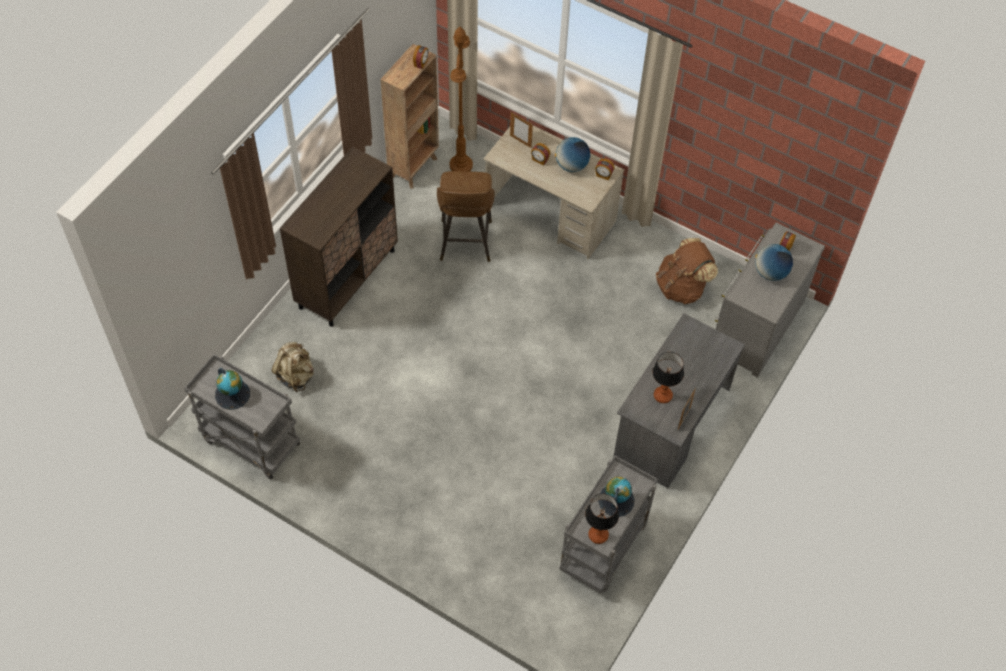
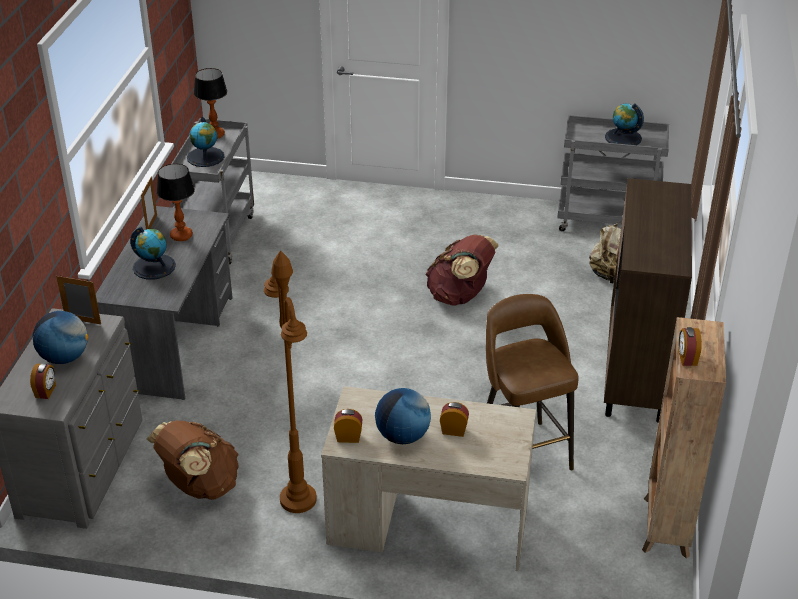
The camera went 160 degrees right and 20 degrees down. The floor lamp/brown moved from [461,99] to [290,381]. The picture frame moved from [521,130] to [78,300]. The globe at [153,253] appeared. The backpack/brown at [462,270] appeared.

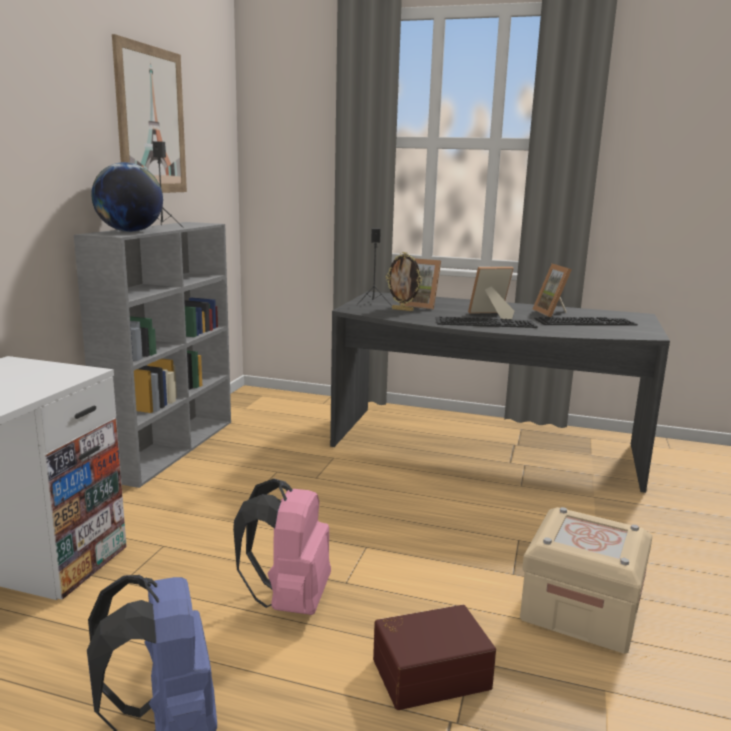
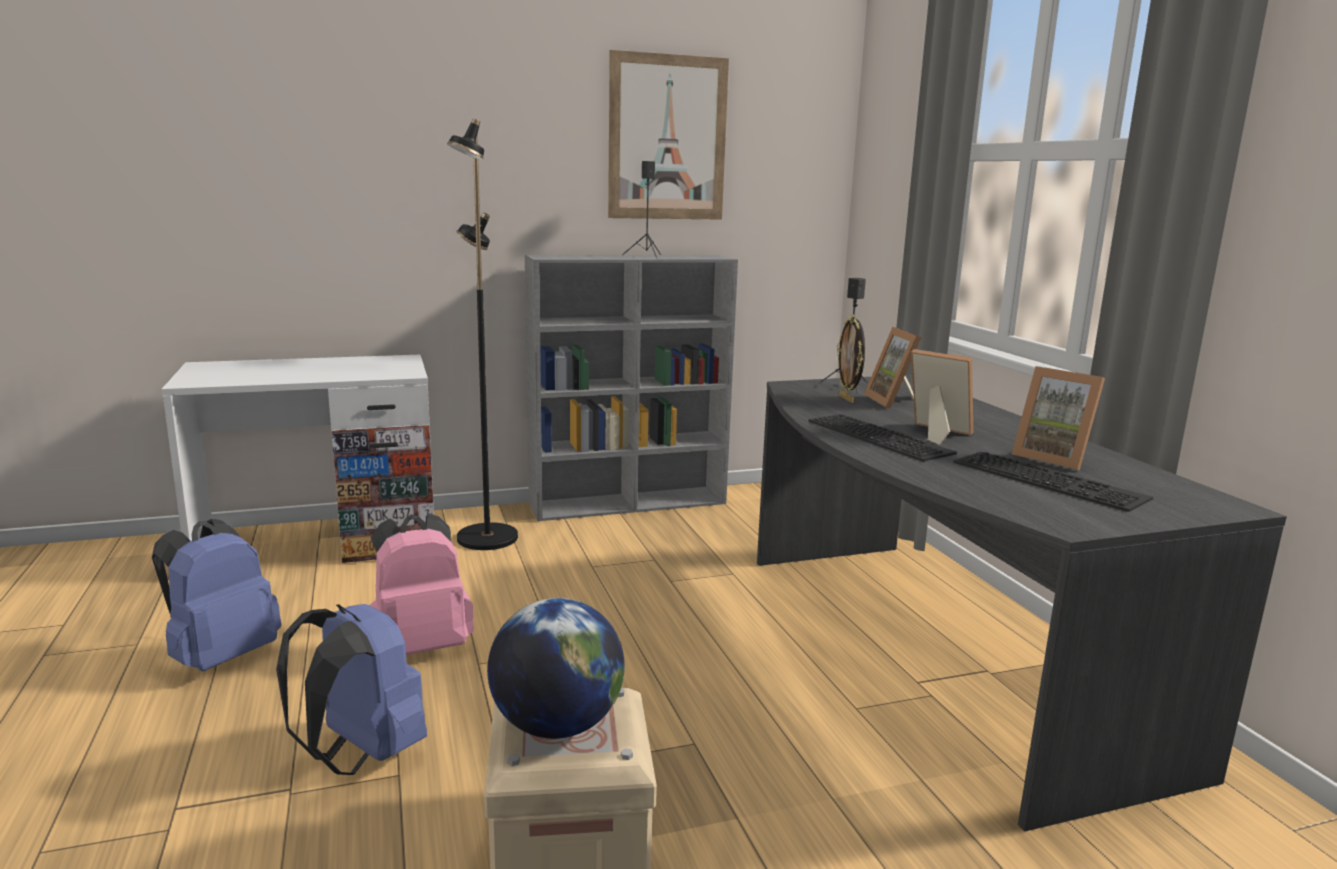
The camera went 55 degrees right and 0 degrees up. The globe moved from [127,197] to [556,668]. The picture frame at [552,290] turned 90 degrees counterclockwise. The storage box/brown at [434,657] was replaced by the backpack/blue at [351,689]. The floor lamp/black at [482,334] appeared.

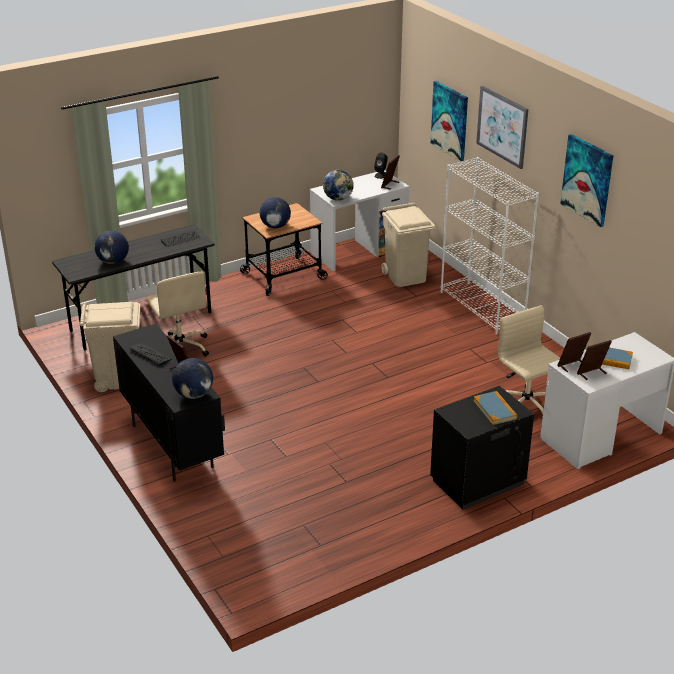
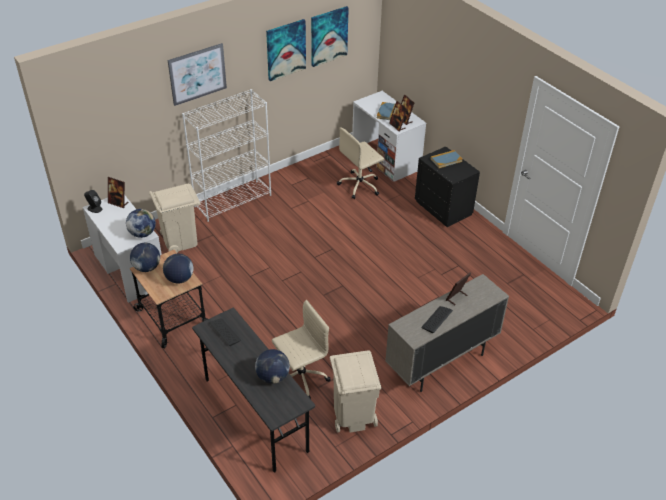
The camera went 95 degrees left and 10 degrees up. The picture moved from [449,121] to [330,36]. The cabinet/black at [169,403] became the cabinet/beige at [447,333]. The globe moved from [192,378] to [145,257].

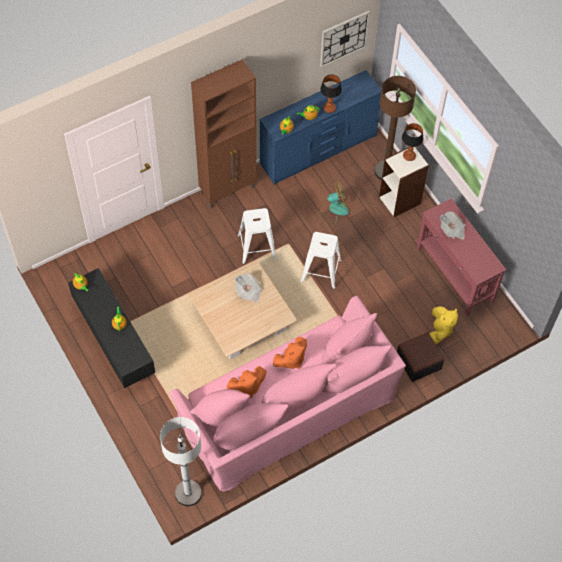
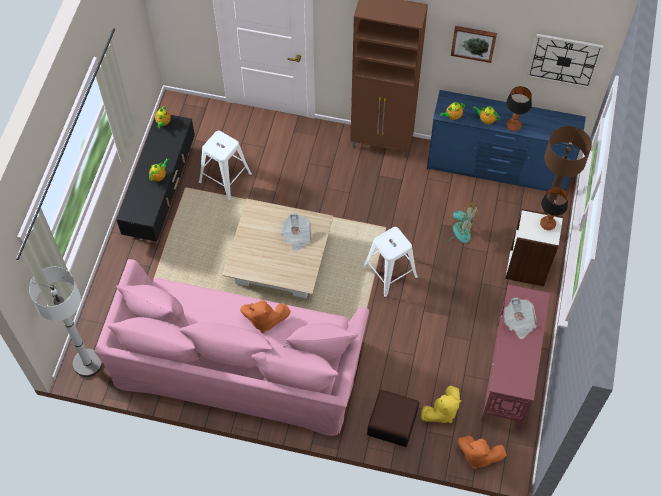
The camera went 45 degrees right and 0 degrees up. The stool/white moved from [257,236] to [225,165]. The plush toy/orange moved from [246,382] to [482,452]. The picture at [474,44] appeared.

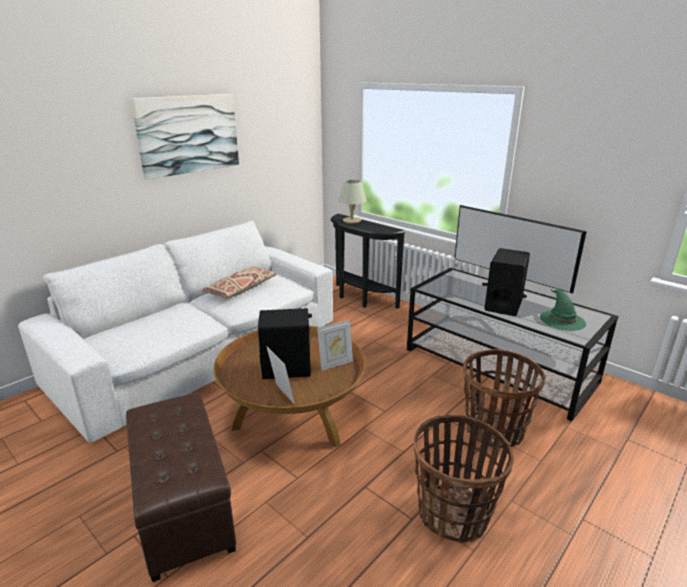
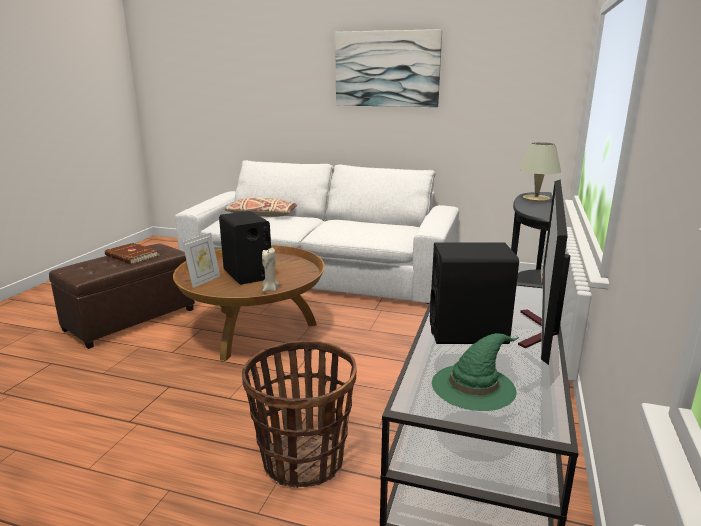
The camera went 65 degrees right and 5 degrees down. The pillow/beige moved from [239,282] to [261,207]. The picture frame at [335,345] was replaced by the candle/beige at [270,270]. The basket at [464,479] disappeared. The book/brown at [131,253] appeared.

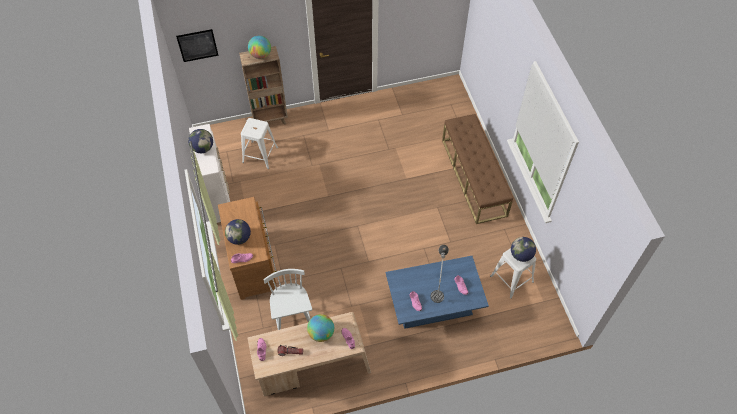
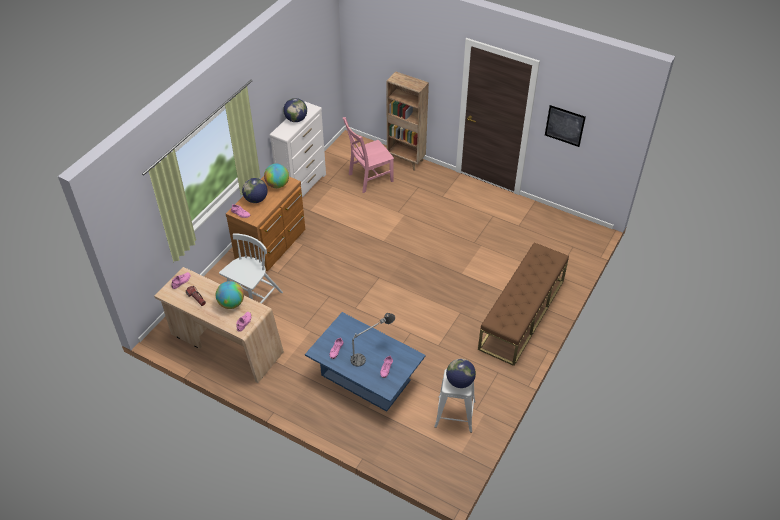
The camera went 45 degrees right and 10 degrees down. The picture moved from [197,45] to [565,126]. The globe moved from [259,47] to [276,175]. The stool/white at [259,143] was replaced by the chair/pink at [368,155].

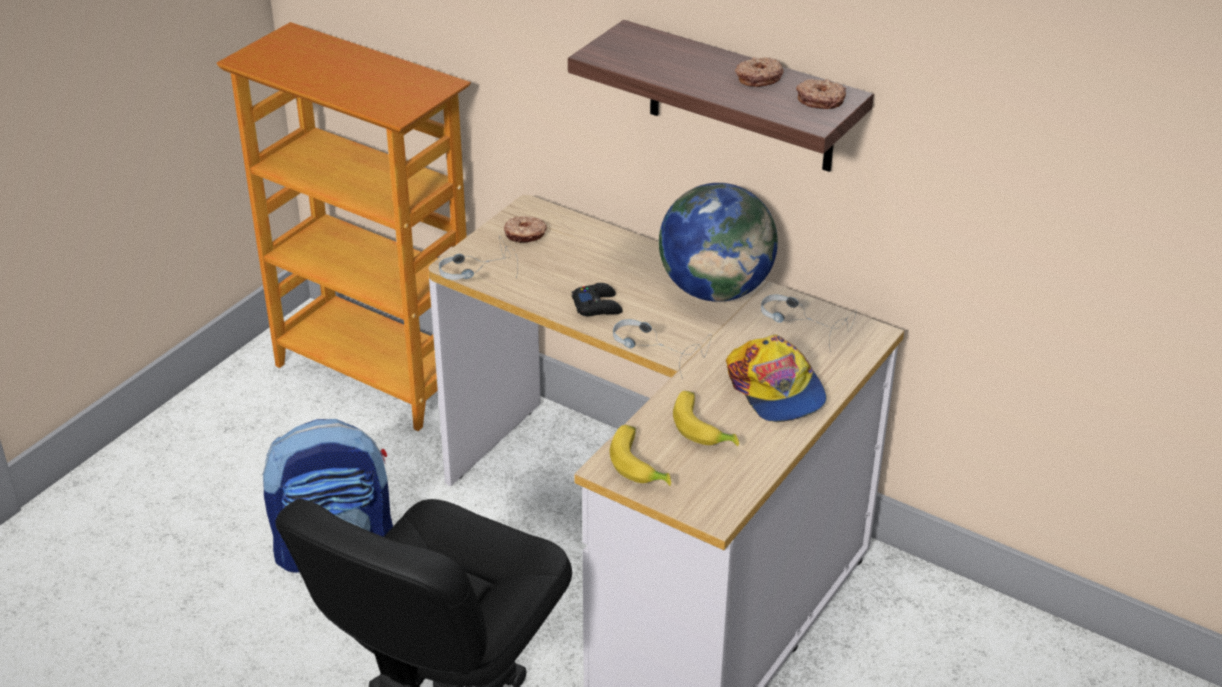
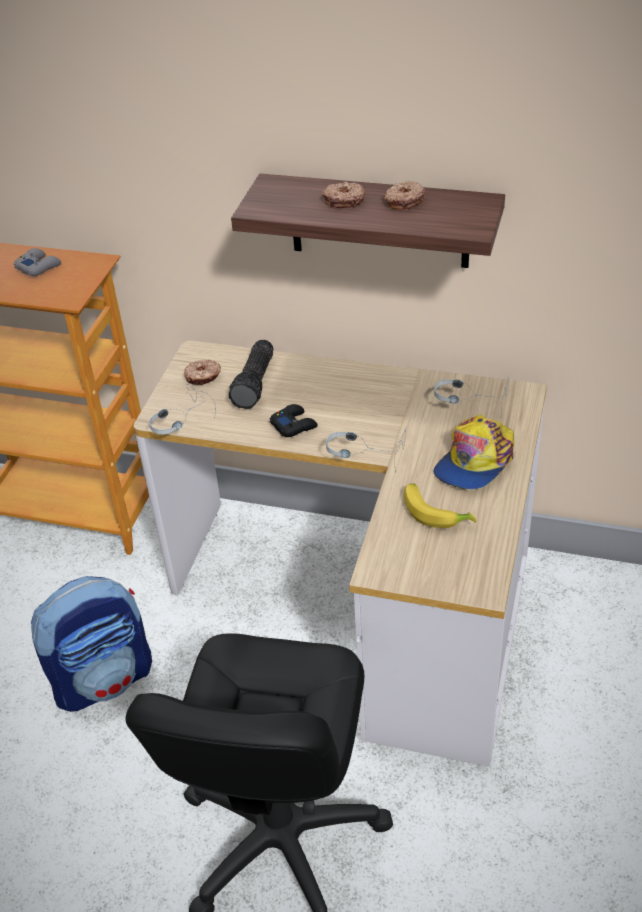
The camera went 15 degrees left and 5 degrees up. The donut moved from [821,94] to [343,194]. The globe at [718,242] disappeared. The cap at [776,378] turned 75 degrees clockwise. The banana at [640,455] disappeared. The game controller/grey at [37,262] appeared. The flashlight at [250,374] appeared.

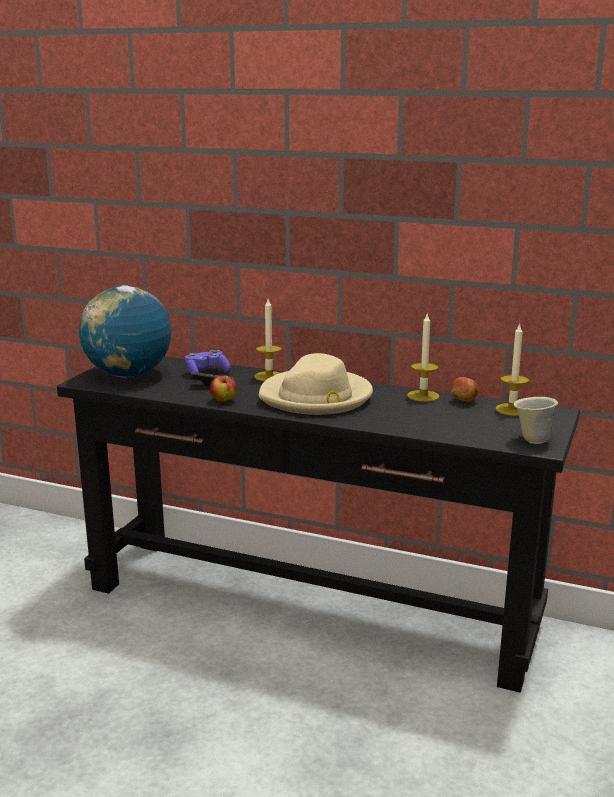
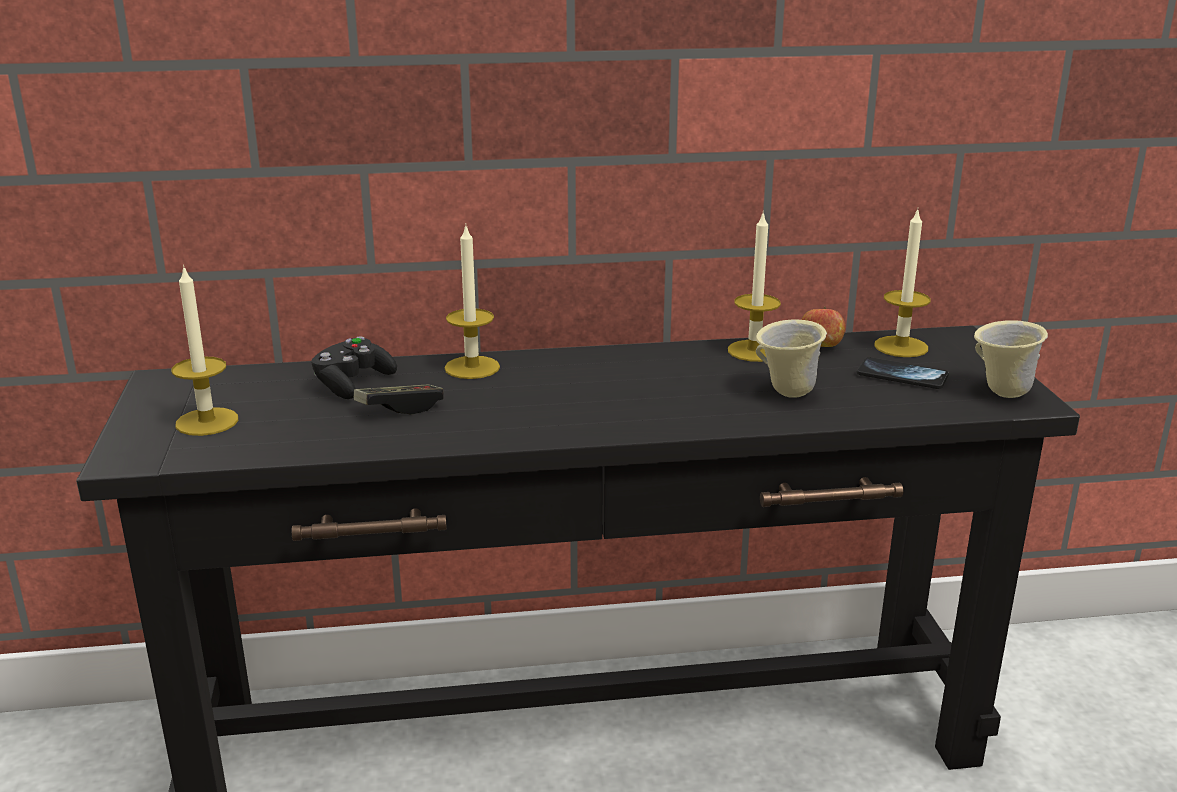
The camera went 30 degrees left and 5 degrees up. The globe at [125,331] was replaced by the candle at [205,350]. The game controller/purple at [208,362] became the game controller/black at [354,368]. The hat/beige at [316,384] disappeared. The apple at [223,389] disappeared. The mug/beige at [791,358] appeared. The phone at [903,373] appeared.

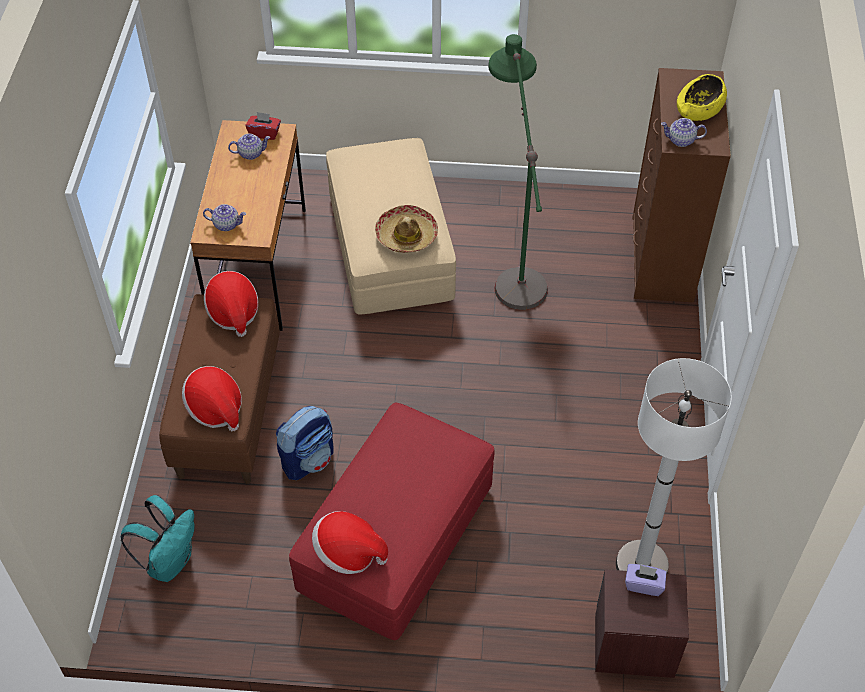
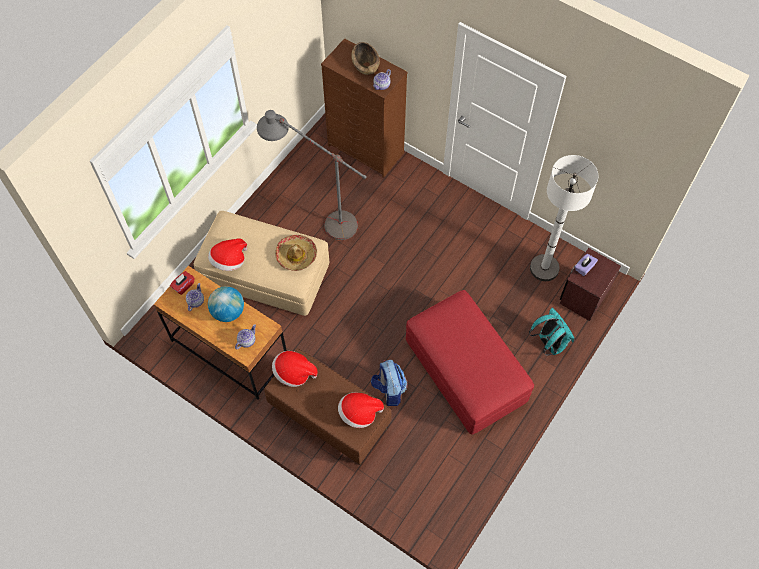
The camera went 60 degrees left and 10 degrees up. The floor lamp/green at [518,172] became the floor lamp/grey at [312,175]. The bowl/yellow at [702,97] became the bowl/brown at [366,58]. The backpack/turquoise moved from [157,538] to [552,331]. The hat moved from [350,542] to [227,254]. The globe at [226,304] appeared.

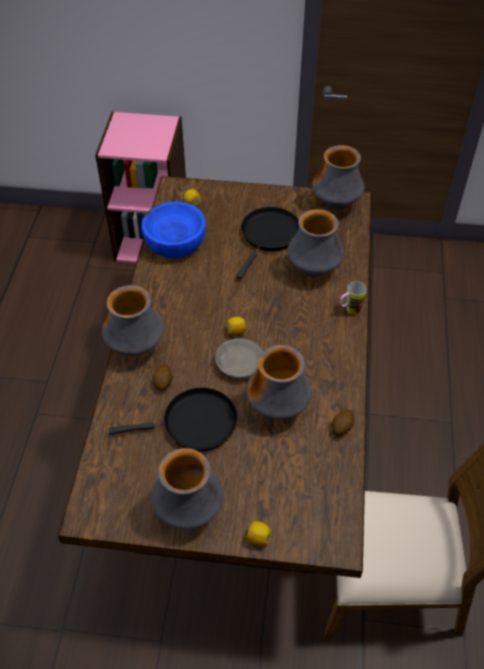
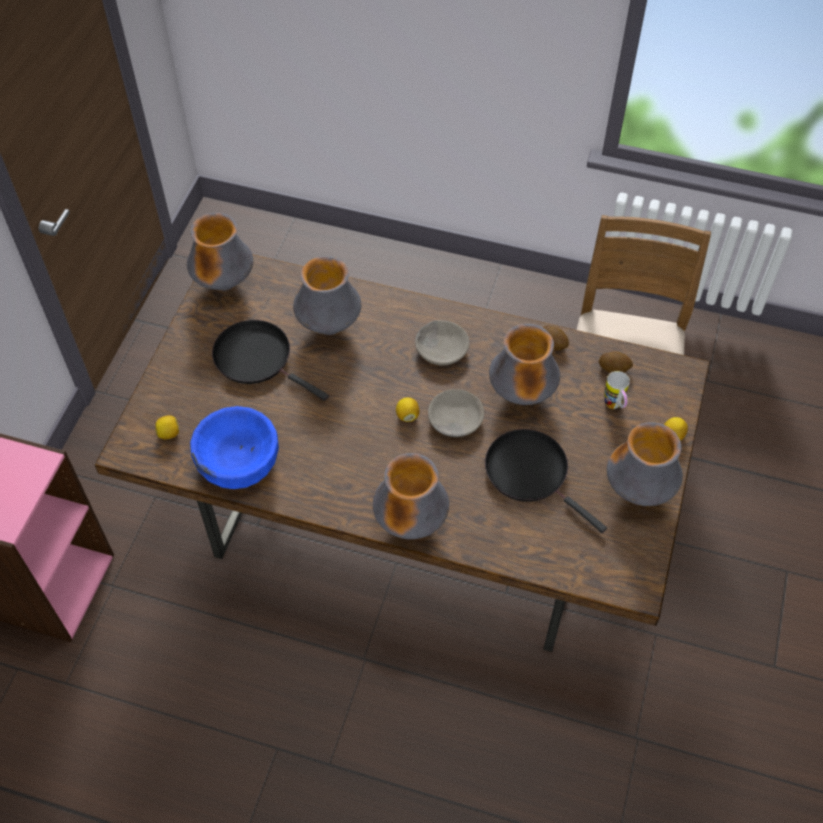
The camera went 80 degrees left and 5 degrees up. The mug moved from [353,298] to [617,390]. The potato moved from [163,377] to [616,362]. The frying pan/black at [173,419] turned 45 degrees counterclockwise. The bowl/grey at [442,343] appeared.

